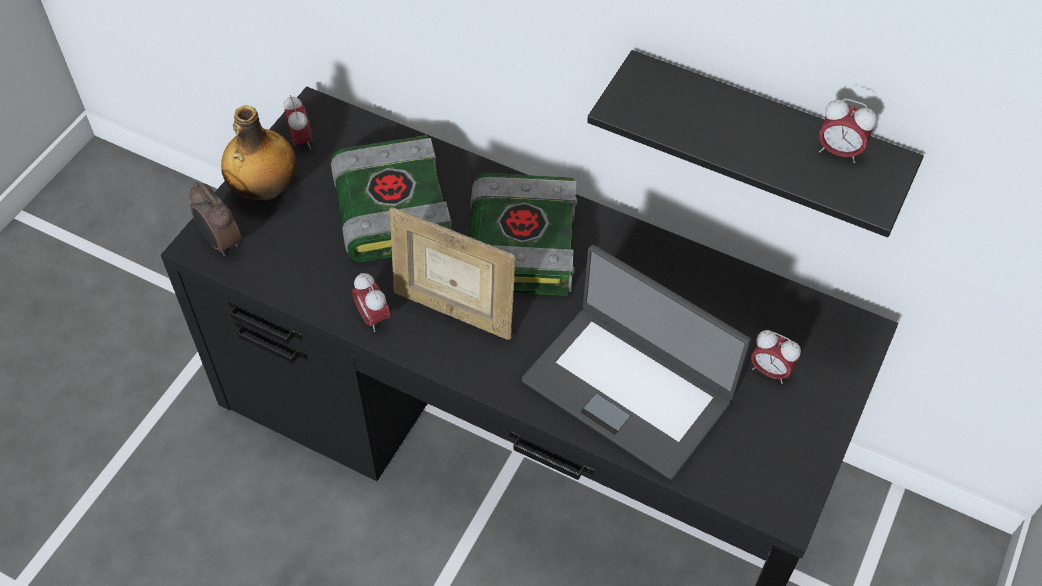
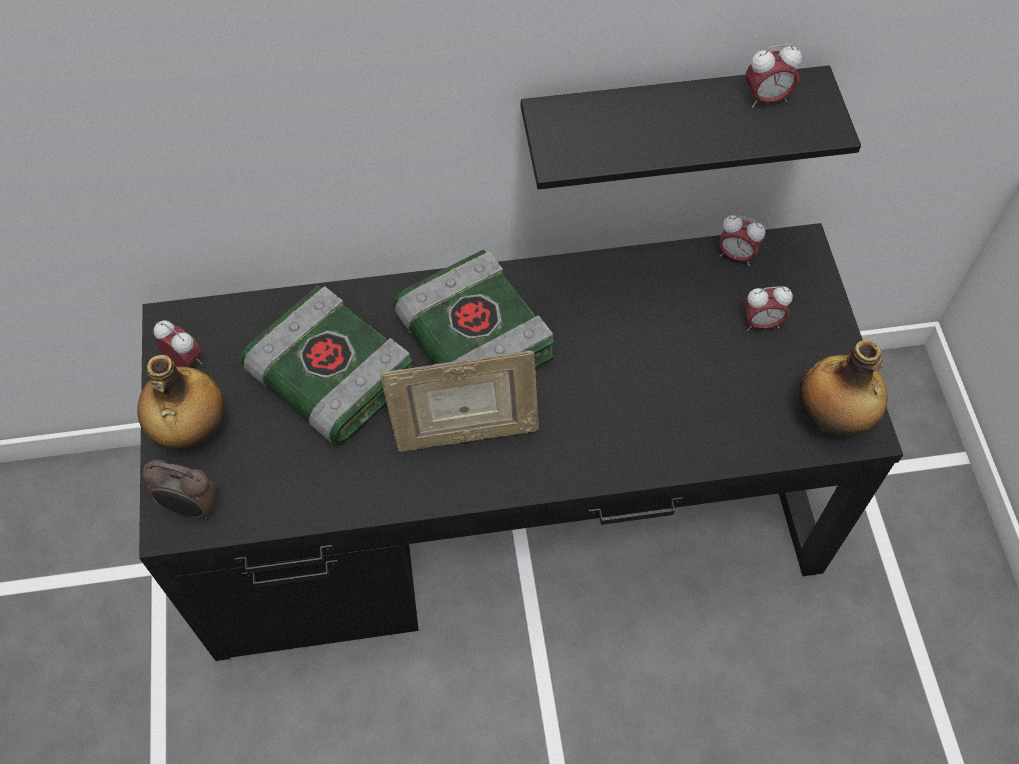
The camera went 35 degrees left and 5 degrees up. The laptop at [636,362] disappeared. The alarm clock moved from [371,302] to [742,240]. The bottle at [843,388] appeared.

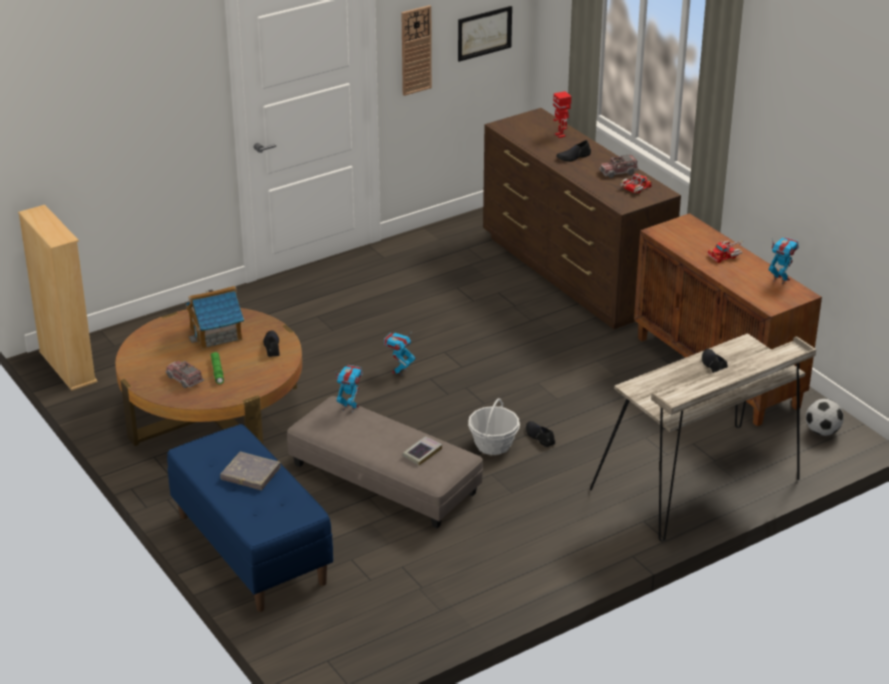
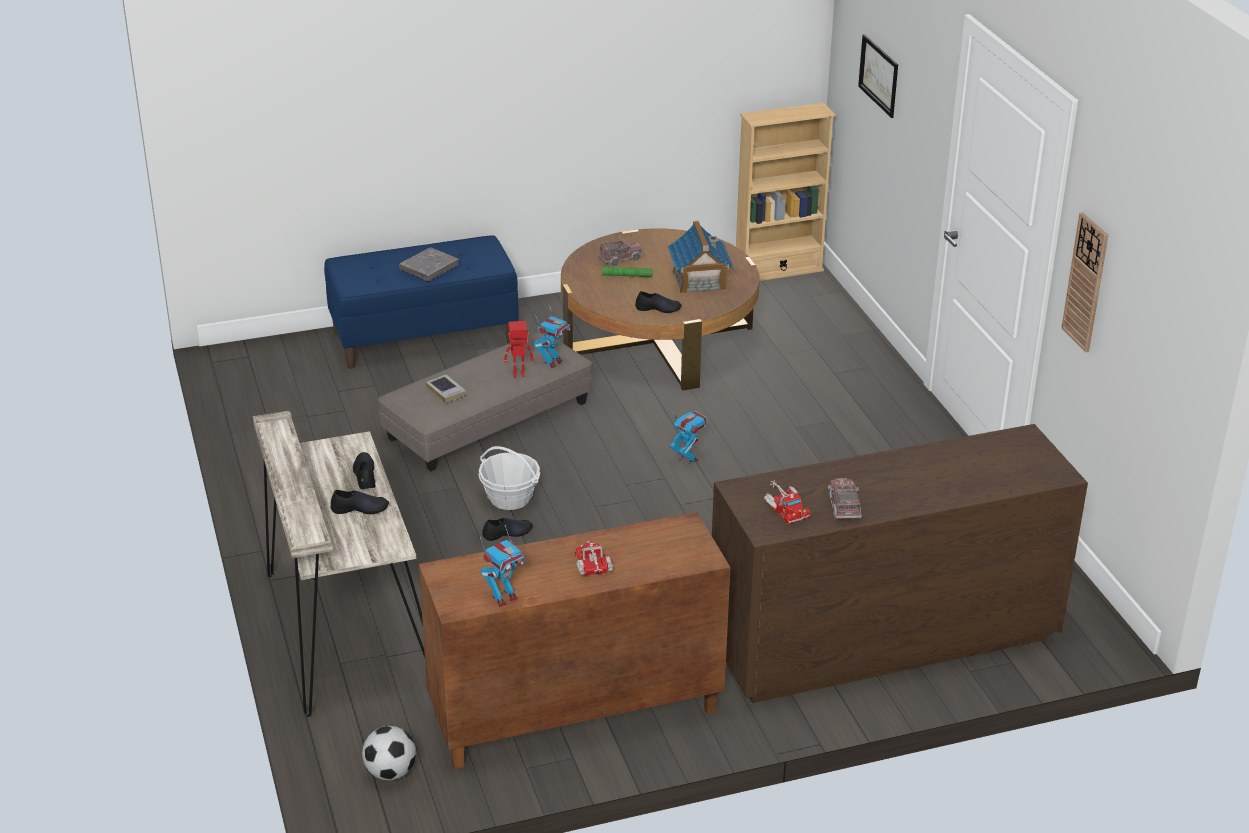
The camera went 105 degrees right and 0 degrees up. The picture moved from [485,34] to [878,76]. The toy robot moved from [562,114] to [518,349]. The shoe/black moved from [573,151] to [364,470].

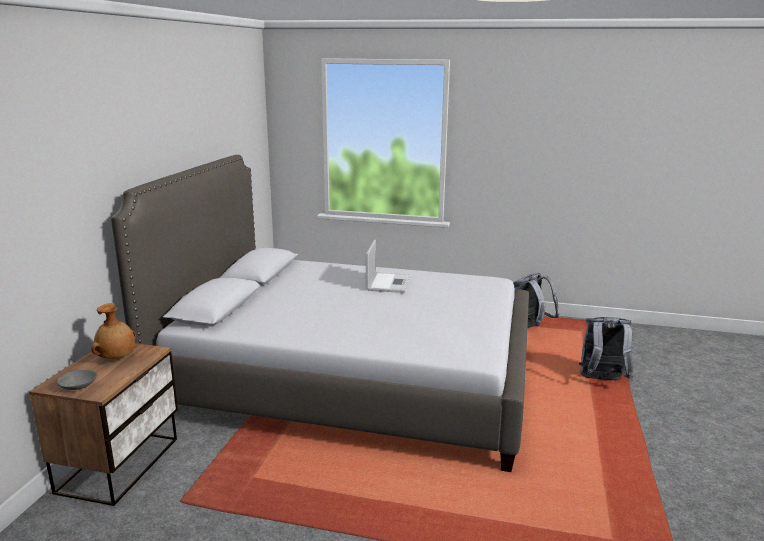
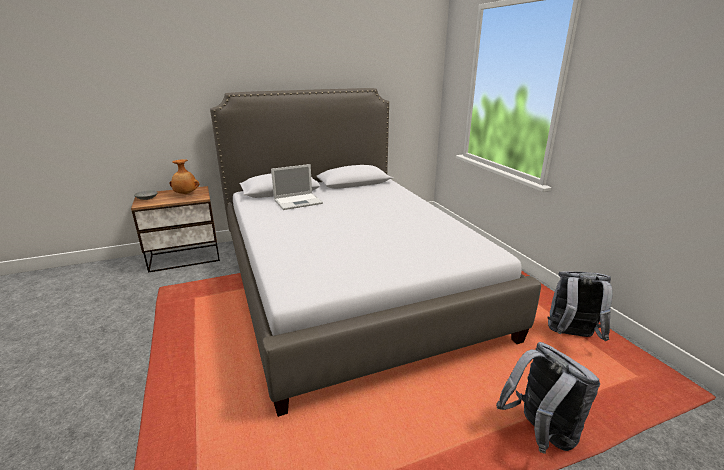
The camera went 55 degrees right and 5 degrees up. The laptop moved from [388,266] to [297,187].

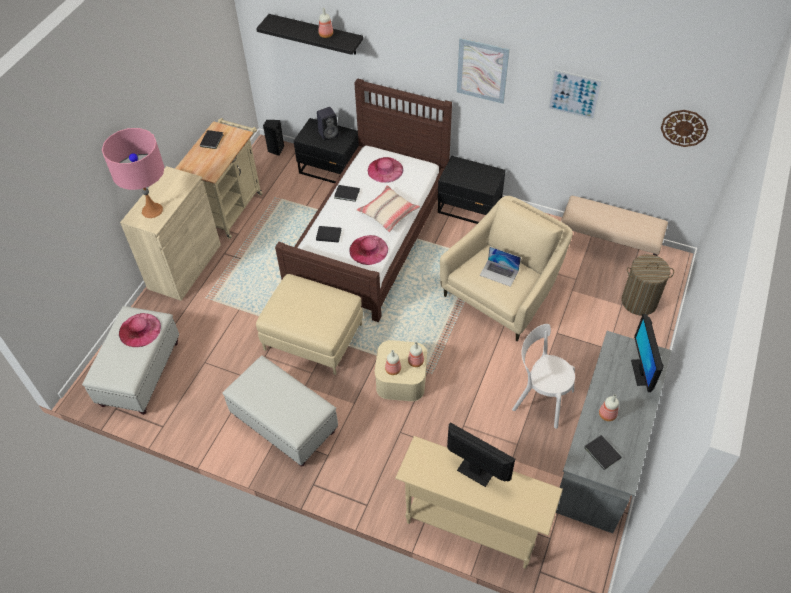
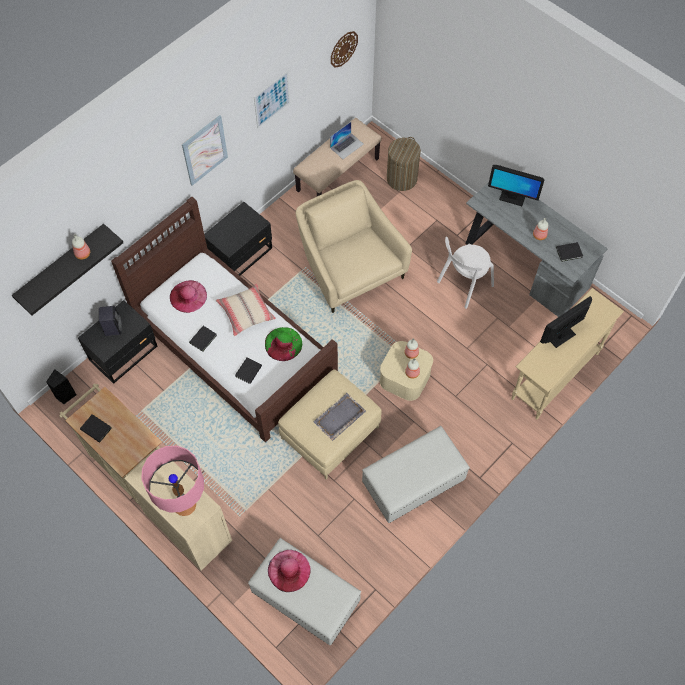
The camera went 70 degrees left and 10 degrees up. The hat/pink at [368,250] became the hat/green at [283,344]. The laptop moved from [500,266] to [347,140]. The tray/grey at [339,417] appeared.

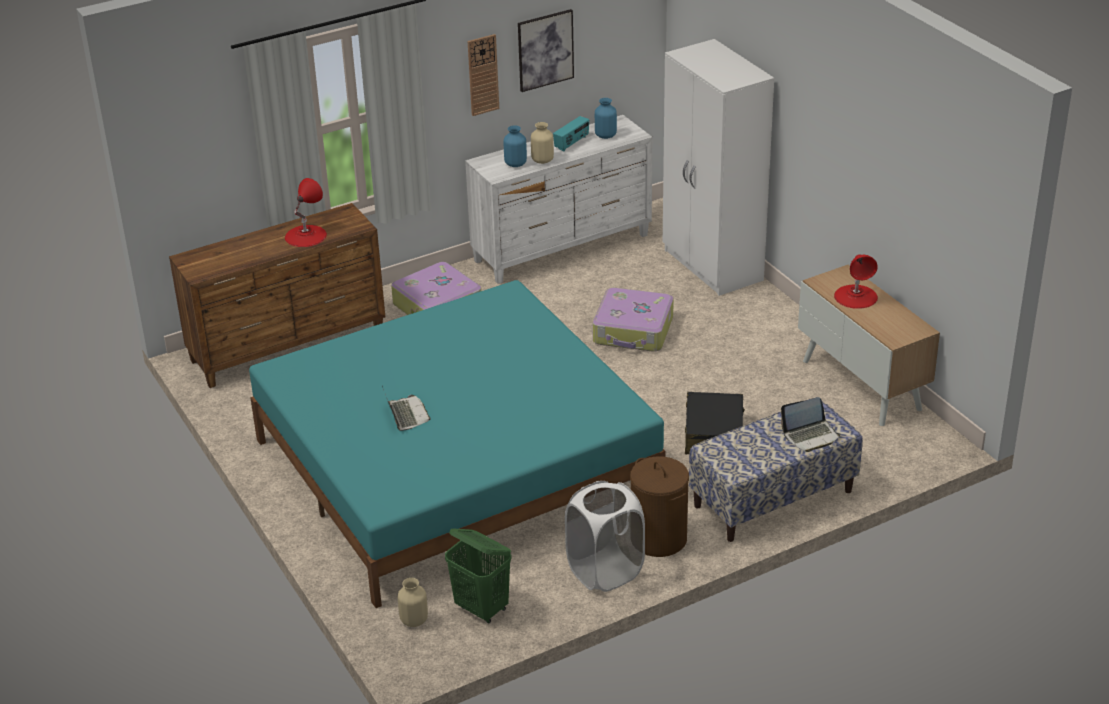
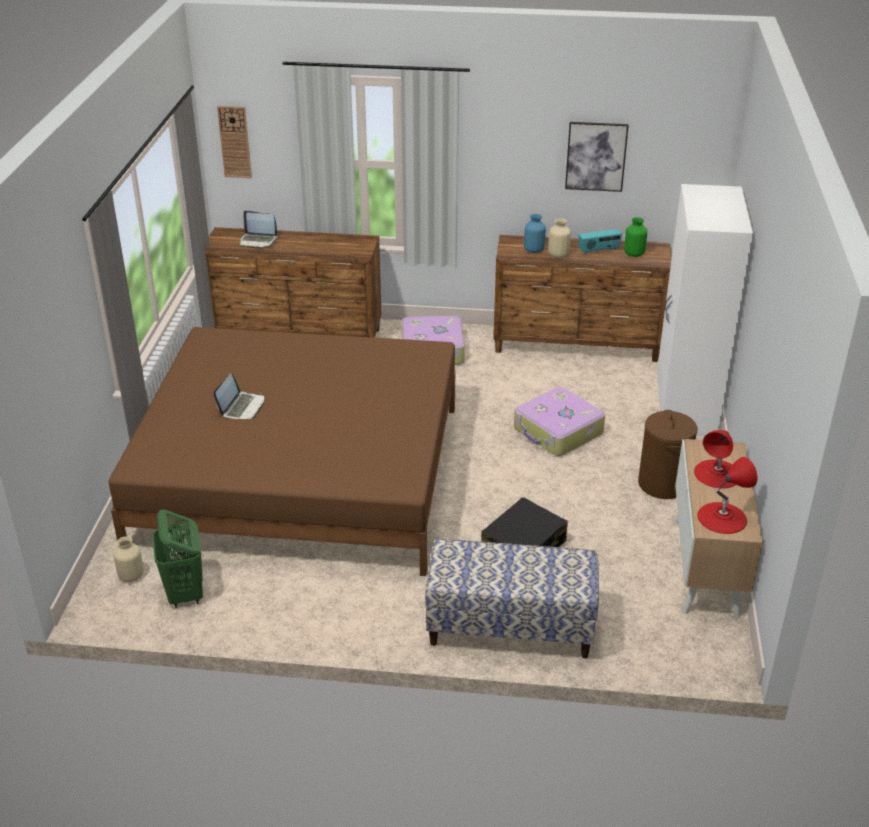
The camera went 35 degrees right and 0 degrees up. The wall clock moved from [483,75] to [234,142]. The vase/blue at [606,118] became the vase/green at [635,237]. The dresser/white at [558,199] became the dresser/brown at [582,298]. The table lamp/red moved from [306,212] to [727,495]. The bed/turquoise at [457,444] became the bed/brown at [282,451]. The laptop moved from [811,424] to [258,229]. The laundry basket/brown moved from [659,506] to [667,454]. The laundry basket/white at [605,536] disappeared.

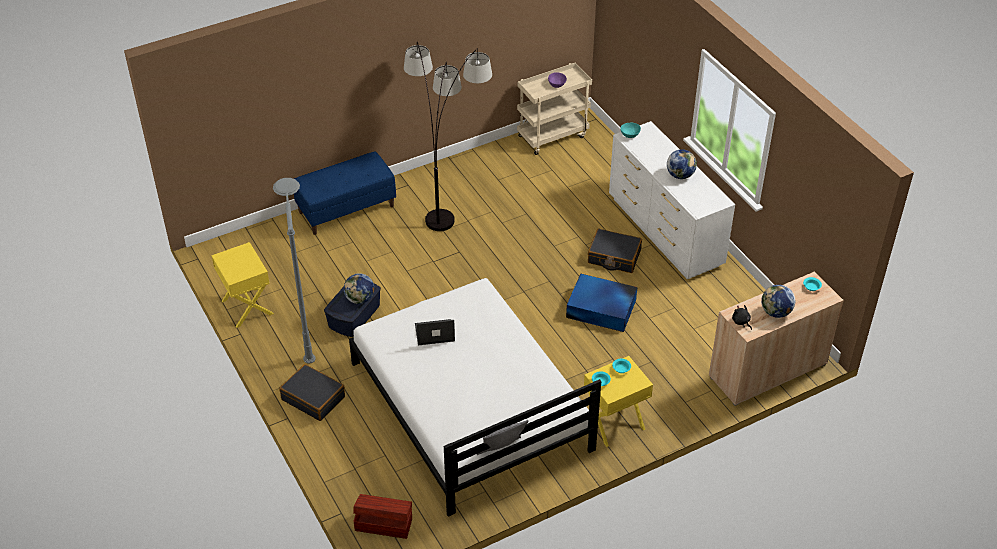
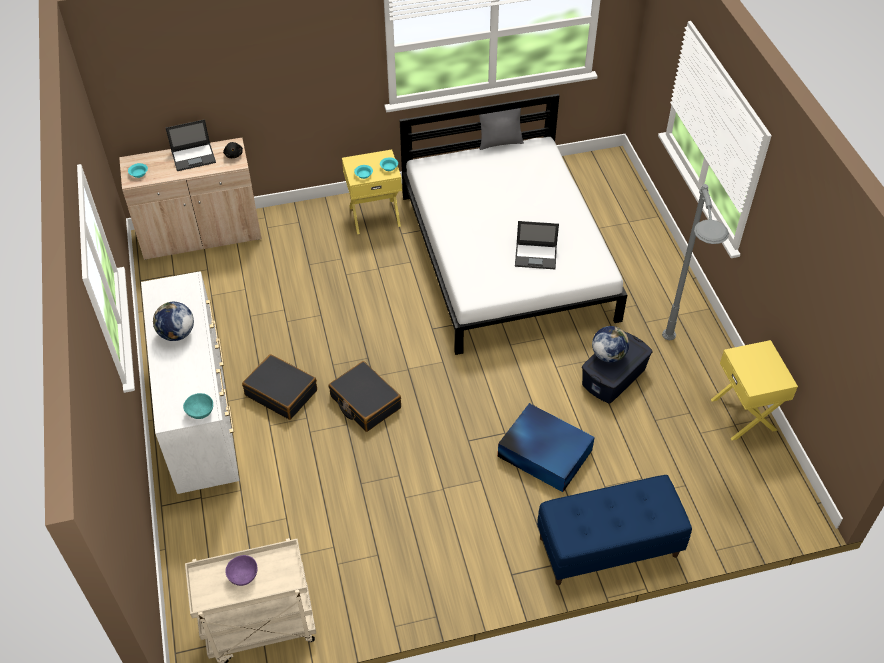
The camera went 165 degrees left and 5 degrees up. The floor lamp at [448,136] disappeared. The storage box/blue moved from [601,302] to [546,447]. The globe at [778,301] was replaced by the laptop at [191,145]. The suitcase/black moved from [312,392] to [365,396]. The storage box/brown at [382,516] disappeared.

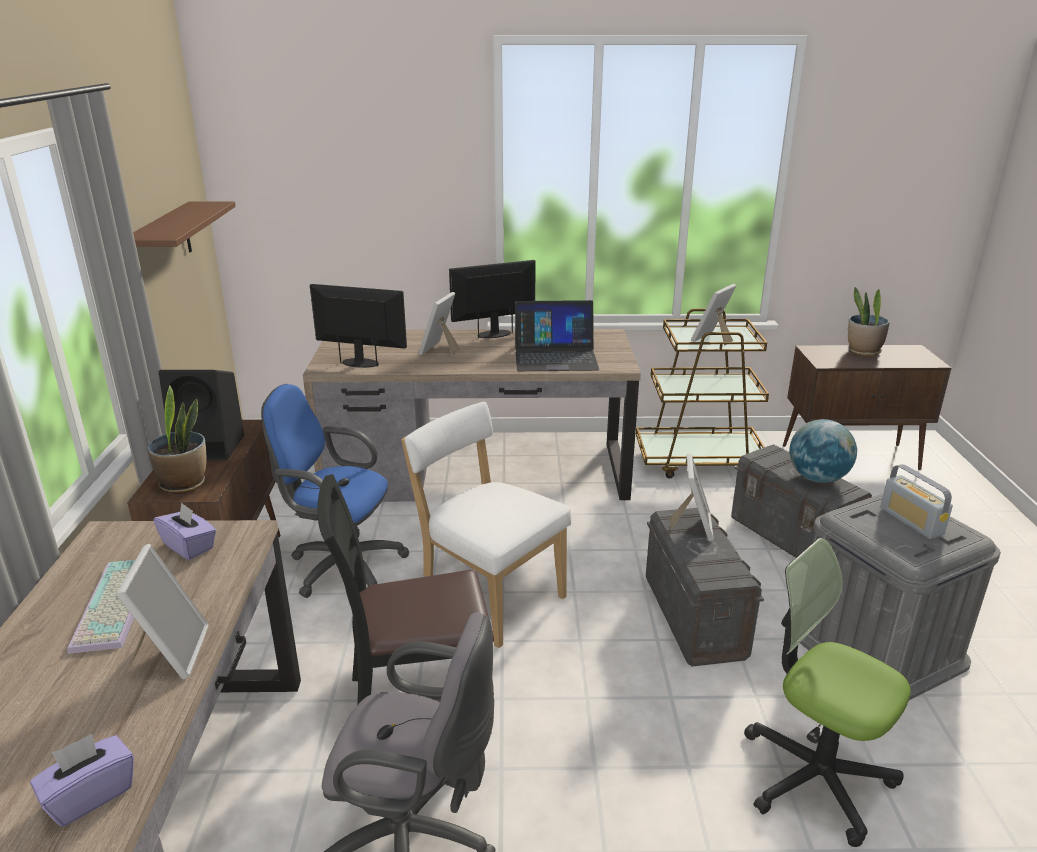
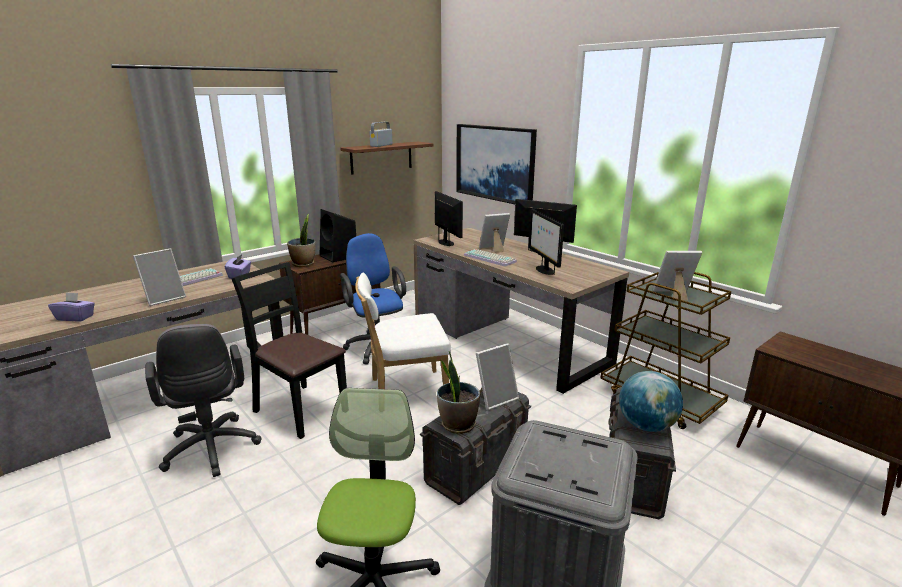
The camera went 50 degrees right and 5 degrees down. The potted plant moved from [869,321] to [458,392]. The laptop at [557,335] was replaced by the monitor at [546,242]. The chair/white at [486,525] turned 105 degrees counterclockwise. The radio moved from [916,501] to [381,134]. The picture at [496,164] appeared. The keyboard at [490,258] appeared.

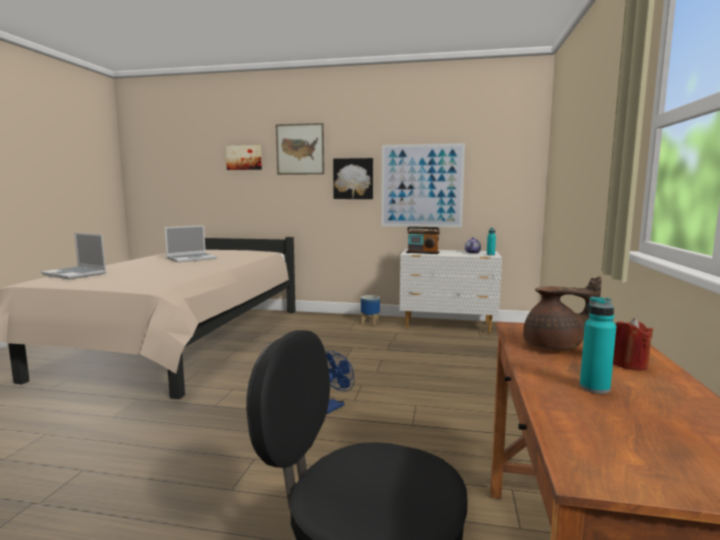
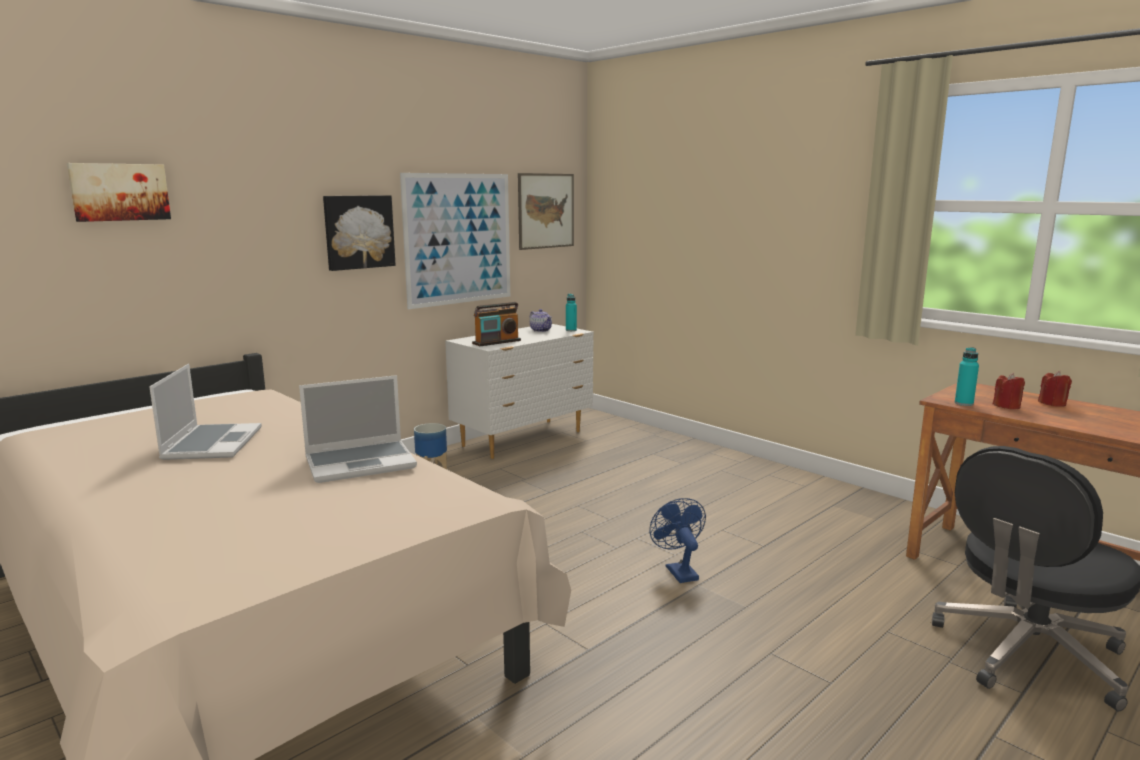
The camera went 55 degrees left and 5 degrees up. The picture moved from [300,149] to [546,211]. The laptop moved from [73,256] to [358,429]. The teapot/brown at [562,313] was replaced by the candle/red at [1009,391]. The bottle/turquoise moved from [598,345] to [967,376].

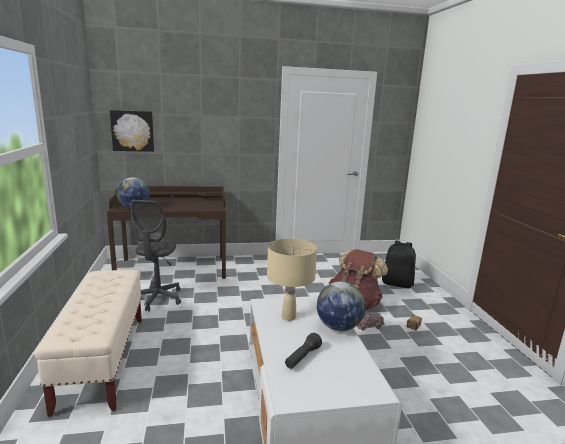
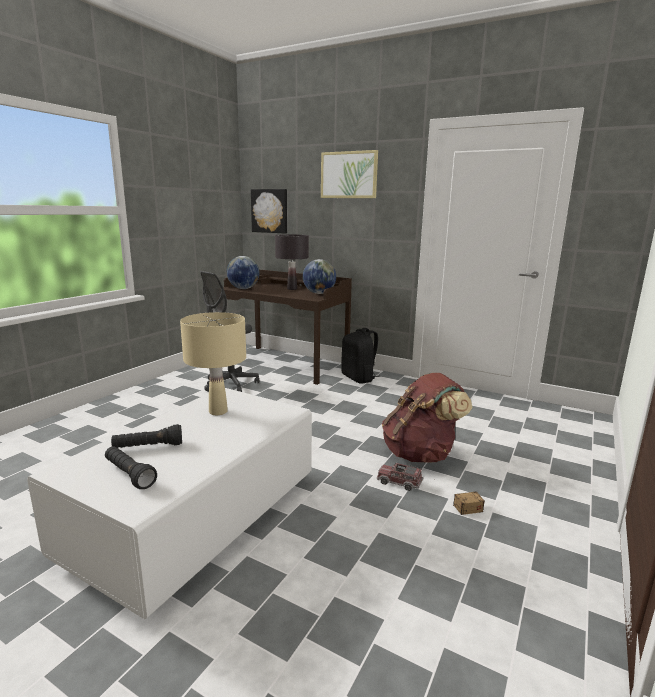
The camera went 40 degrees right and 0 degrees up. The backpack/black moved from [399,264] to [361,355]. The bench/beige at [88,343] disappeared. The globe moved from [341,306] to [319,276]. The picture at [349,174] appeared. The table lamp/black at [292,262] appeared. The flashlight/black at [131,467] appeared.

